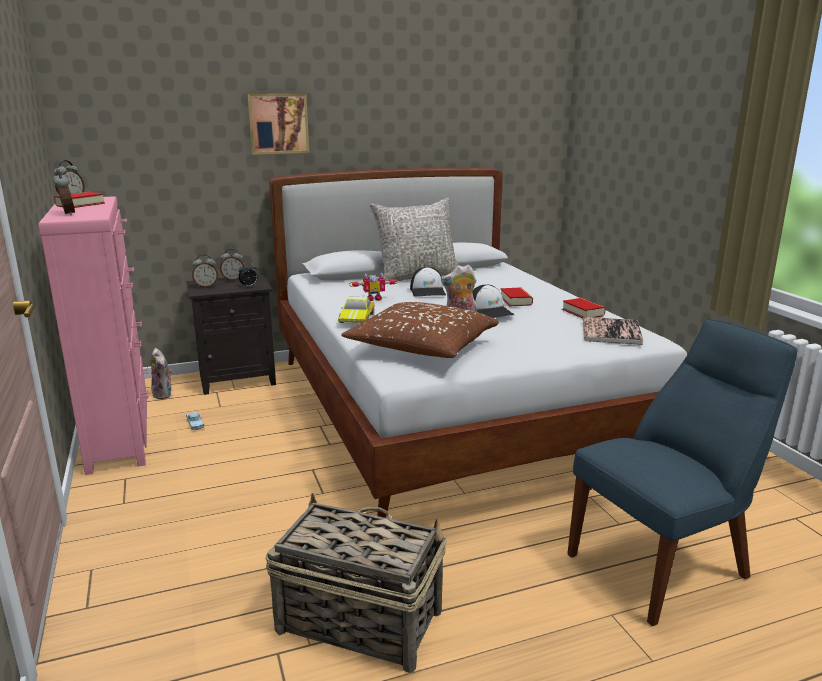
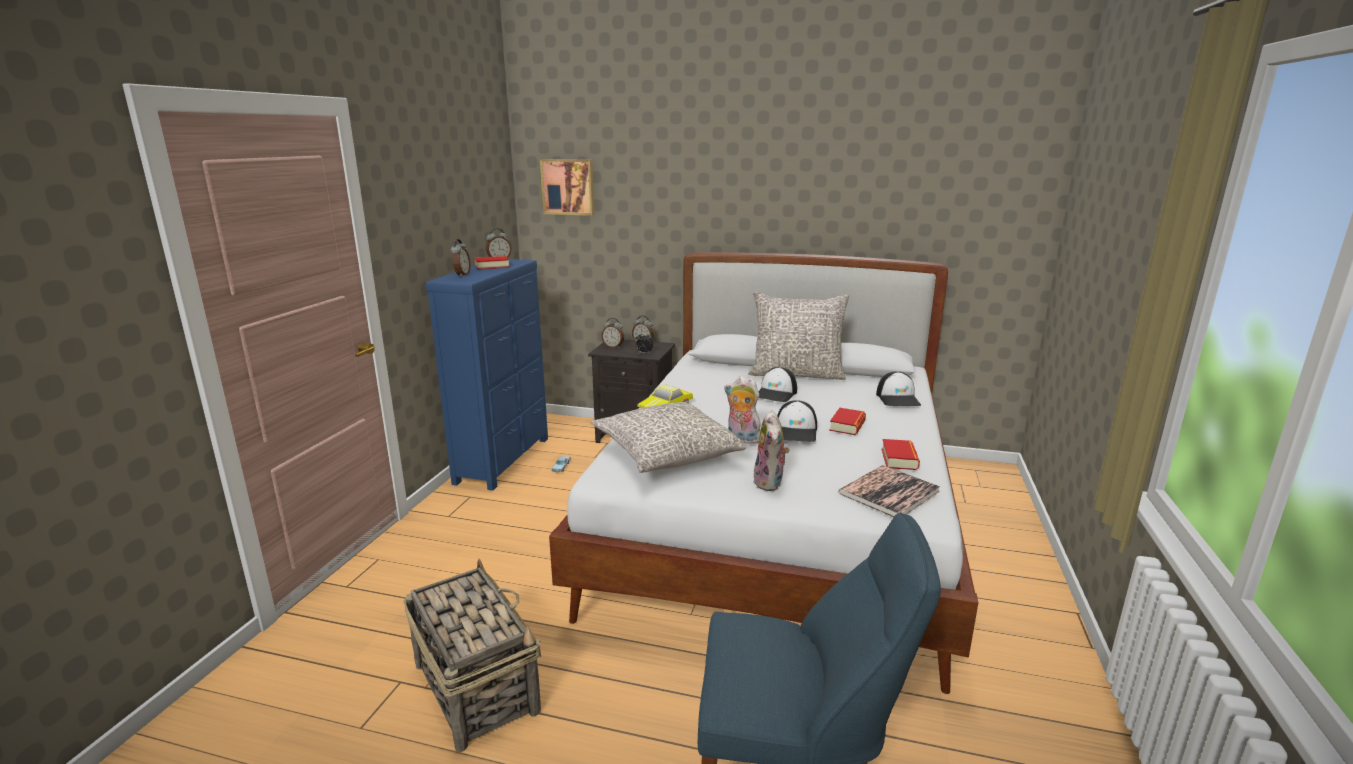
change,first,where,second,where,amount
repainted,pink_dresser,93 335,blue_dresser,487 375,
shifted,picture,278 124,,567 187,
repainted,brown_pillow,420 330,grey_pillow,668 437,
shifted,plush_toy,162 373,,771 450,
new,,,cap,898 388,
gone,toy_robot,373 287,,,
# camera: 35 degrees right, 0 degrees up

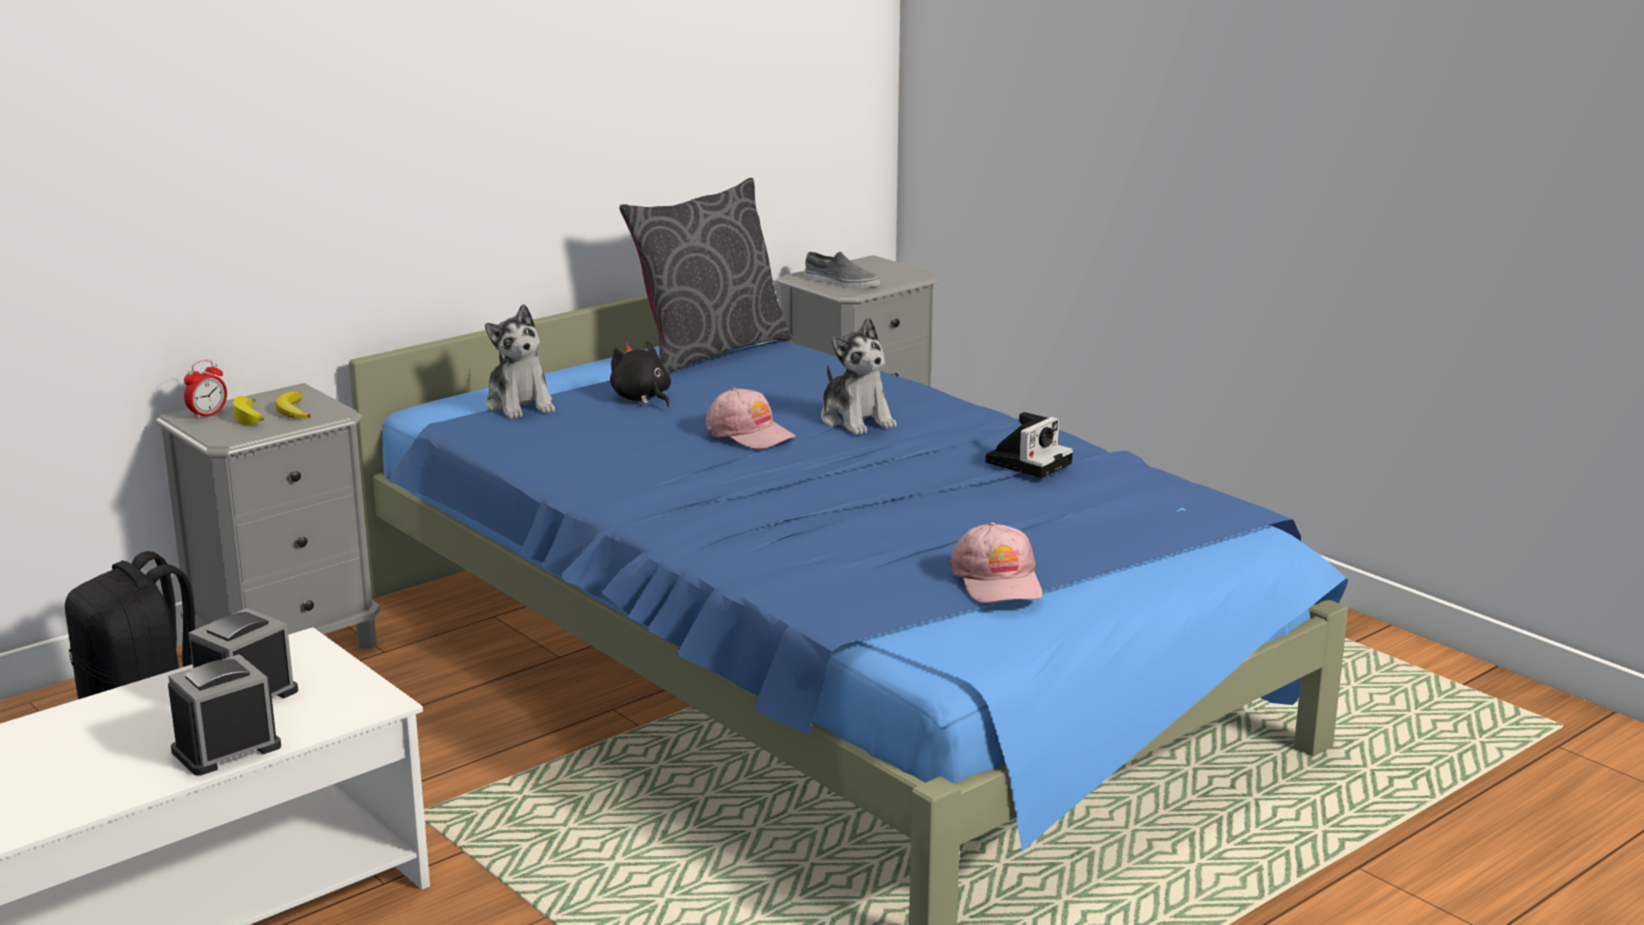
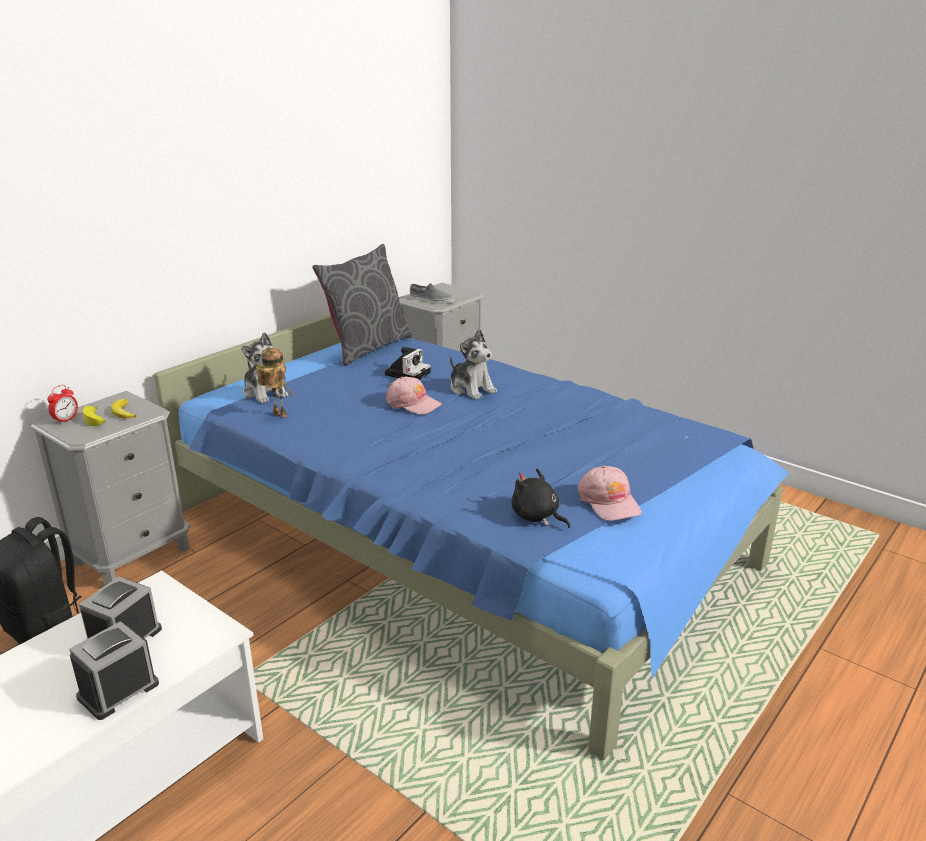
change,first,where,second,where,amount
new,,,toy_robot,275 383,
shifted,photo_camera,1029 445,,408 363,
shifted,black_plush_toy,640 373,,541 498,
# camera: 10 degrees left, 5 degrees up

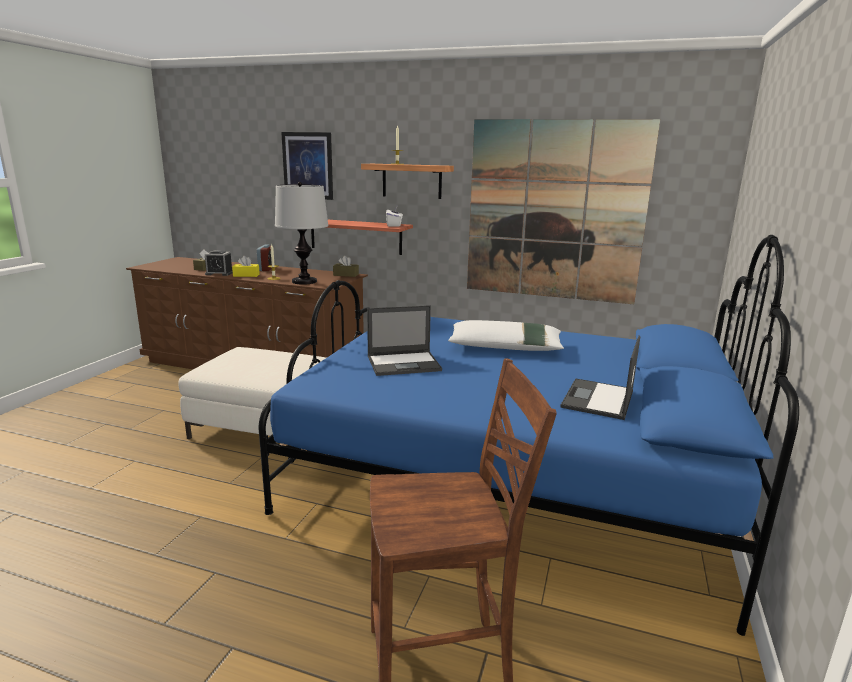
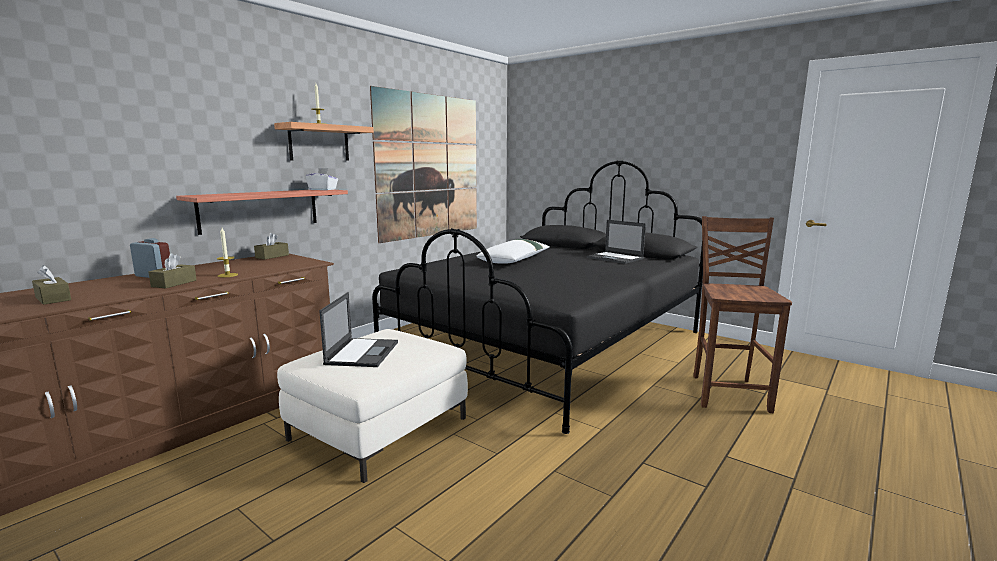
change,first,where,second,where,amount
repainted,yellow_tissue_box,246 266,brown_tissue_box,173 270,
shifted,laptop,404 340,,358 329,
repainted,blue_bed,529 435,black_bed,537 297,
gone,alarm_clock,219 263,,,
gone,table_lamp,301 233,,,
gone,picture,307 166,,,
# camera: 70 degrees left, 5 degrees down

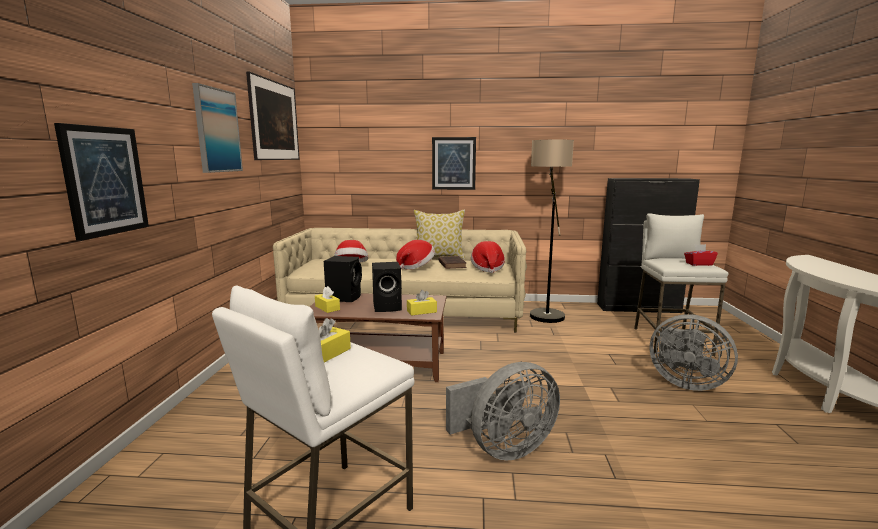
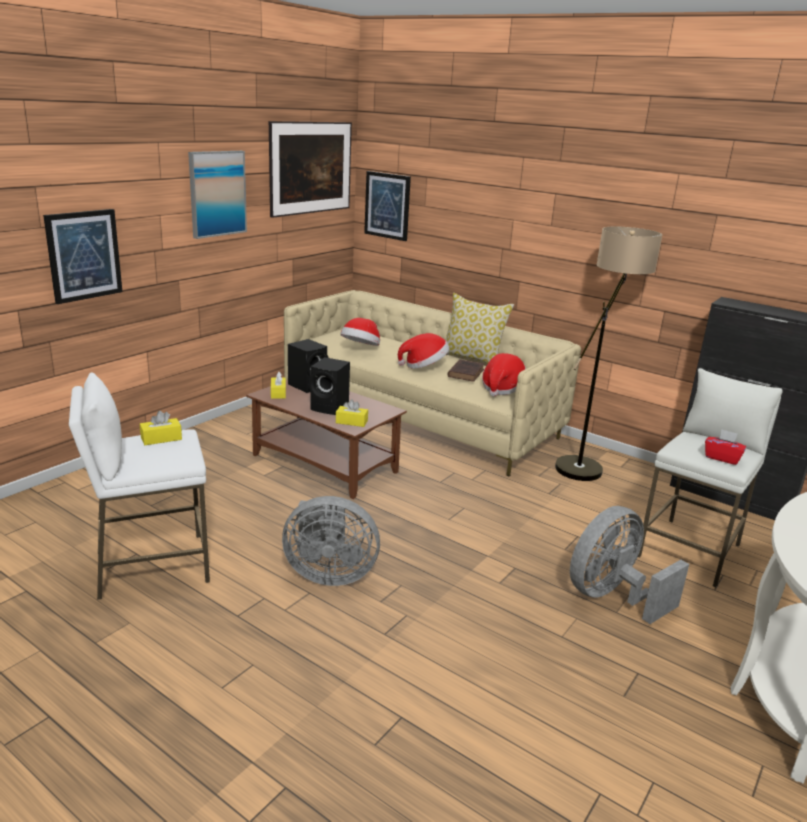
change,first,where,second,where,amount
shifted,picture,454 163,,387 206,
rotated,grey_fan,694 352,,629 565,75 degrees clockwise
# camera: 30 degrees right, 10 degrees up

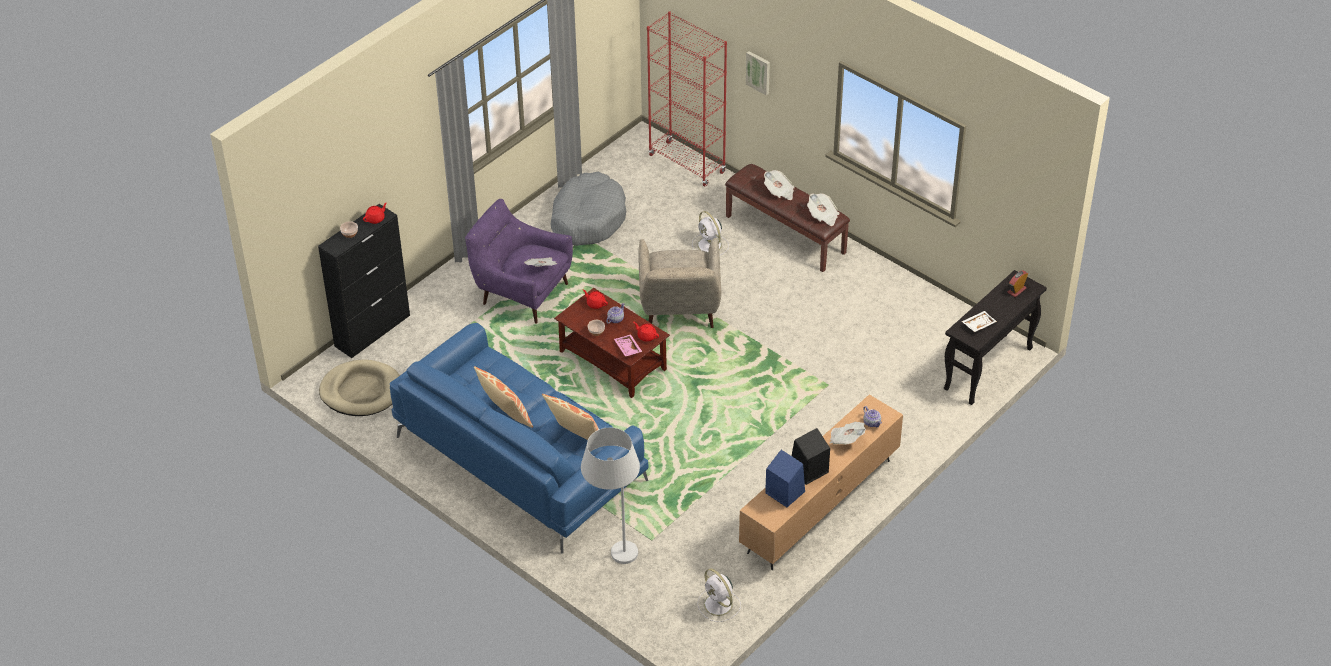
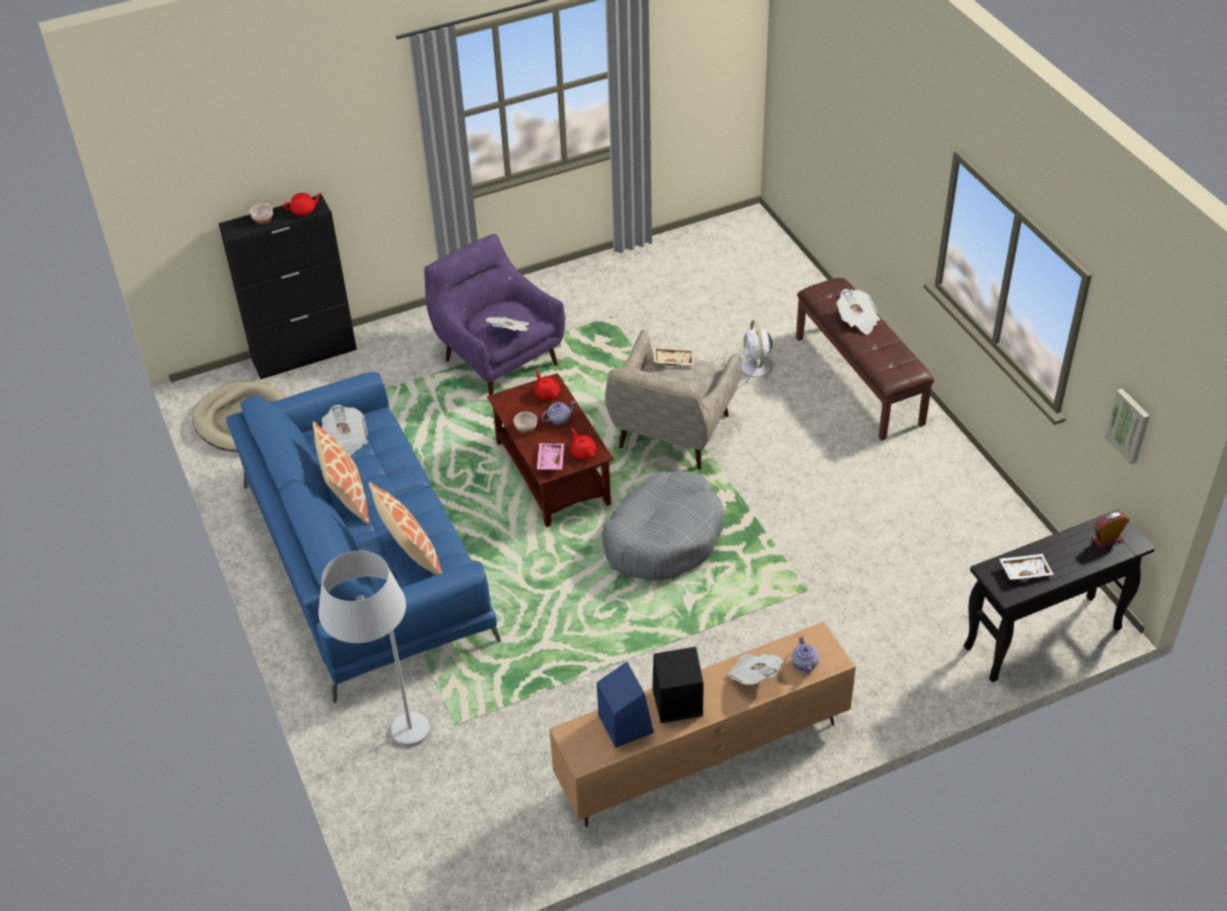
change,first,where,second,where,amount
shifted,newspaper,823 209,,345 430,
shifted,grey_dog_bed,588 209,,663 525,
new,,,beige_tray,673 356,
shifted,picture,758 73,,1127 426,
gone,red_bookcase,687 99,,,
gone,white_fan,719 595,,,
# camera: 25 degrees right, 0 degrees up

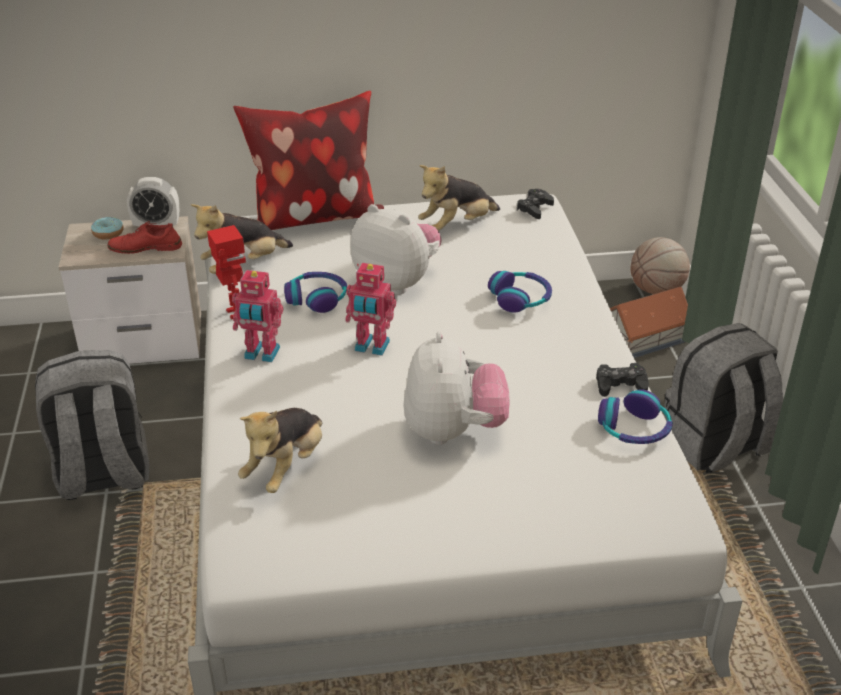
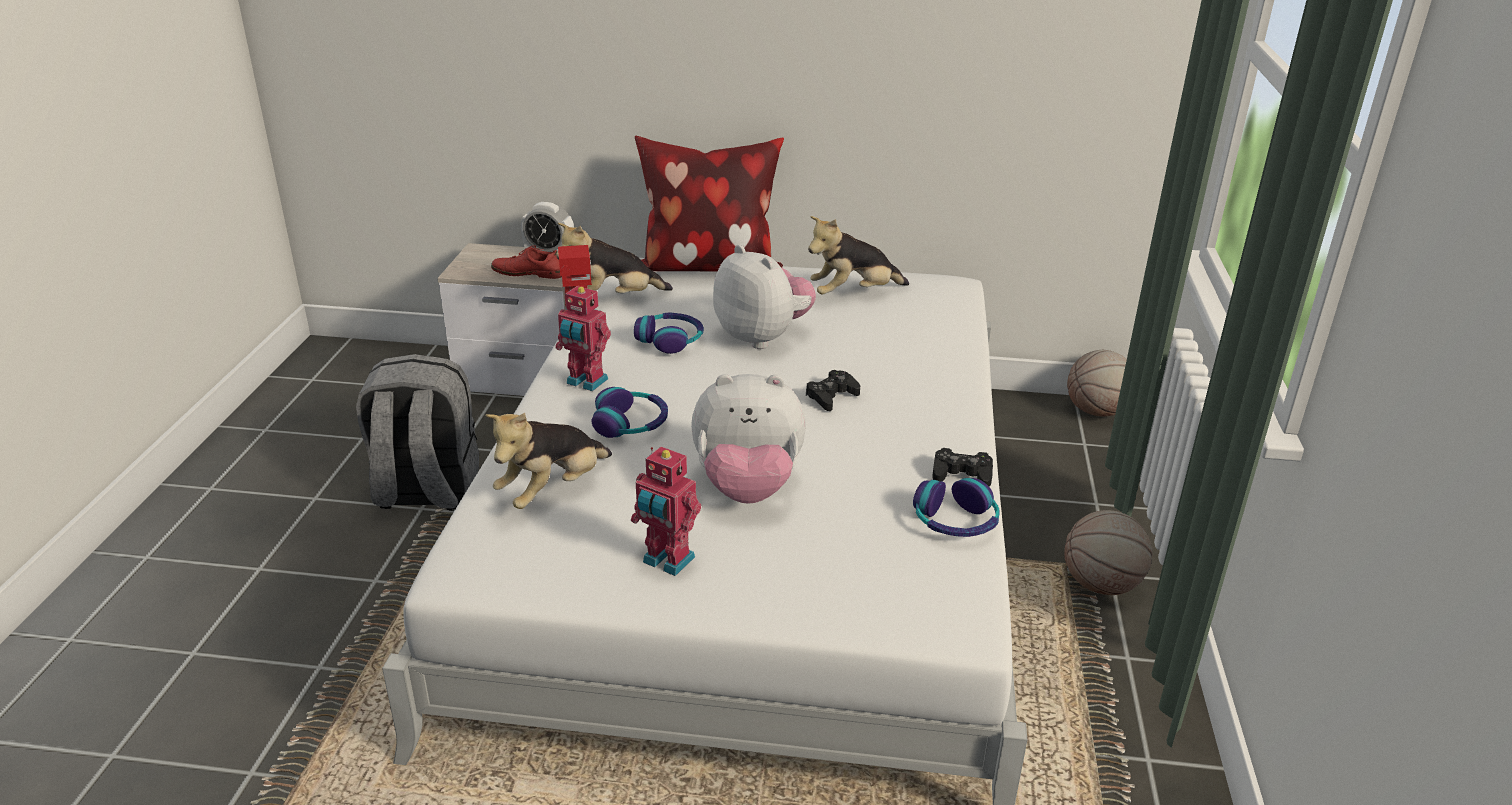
change,first,where,second,where,amount
shifted,headphones,520 292,,629 412,
shifted,toy_robot,370 309,,666 511,
rotated,plush_toy,456 388,,748 439,75 degrees clockwise
shifted,black_game_controller,535 204,,833 390,
swapped,grey_backpack,723 398,basketball,1108 552,
gone,donut,107 228,,,
gone,toy_house,649 322,,,
# camera: 15 degrees right, 5 degrees down

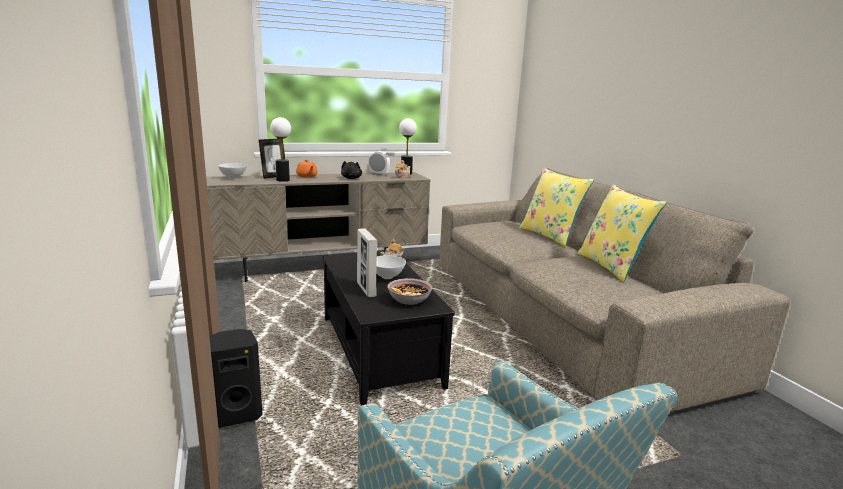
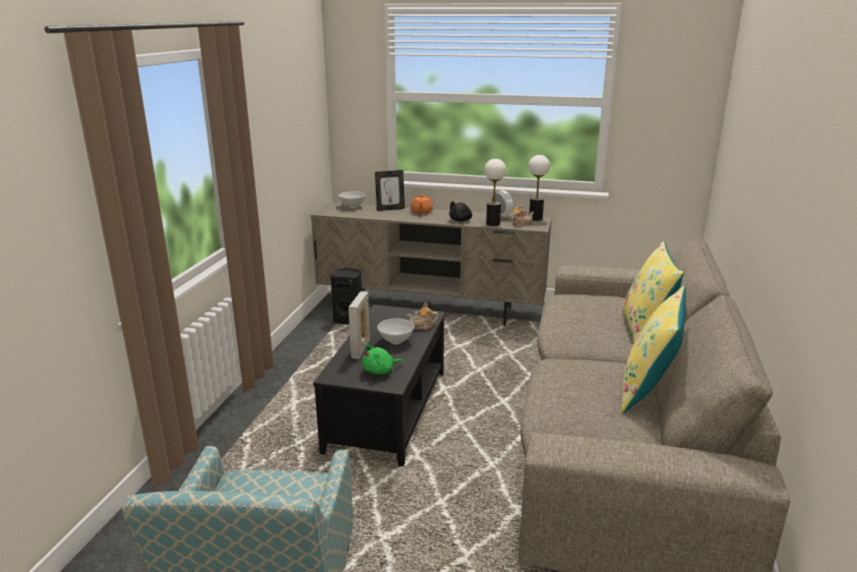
change,first,where,second,where,amount
shifted,black_speaker,236 378,,346 296,
swapped,bowl,409 291,green_plush_toy,382 359,
shifted,table_lamp,280 149,,495 192,
# camera: 35 degrees right, 5 degrees up

